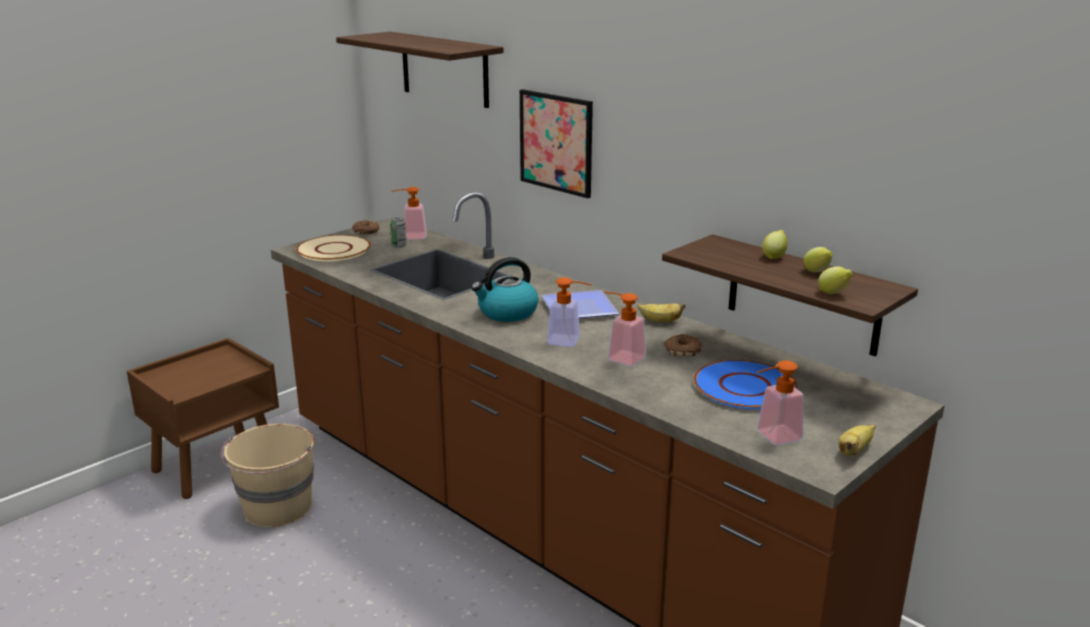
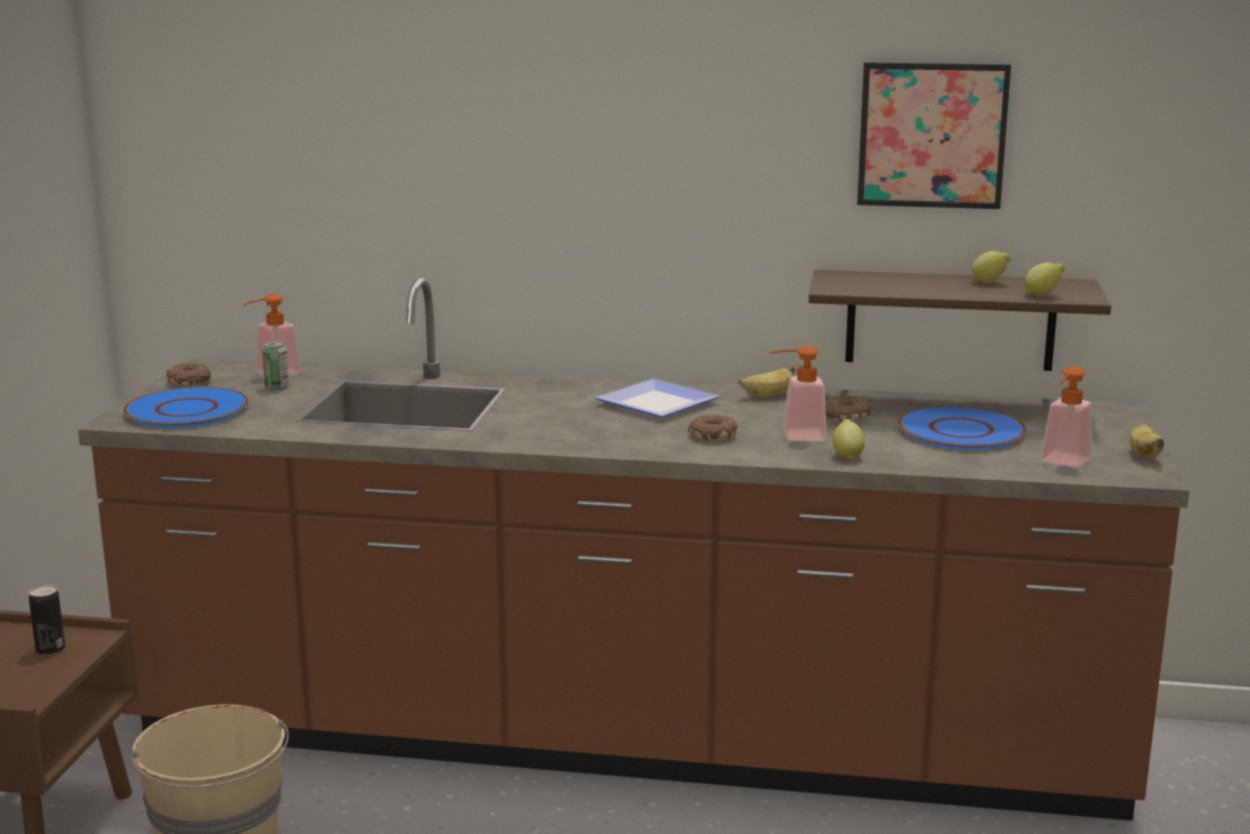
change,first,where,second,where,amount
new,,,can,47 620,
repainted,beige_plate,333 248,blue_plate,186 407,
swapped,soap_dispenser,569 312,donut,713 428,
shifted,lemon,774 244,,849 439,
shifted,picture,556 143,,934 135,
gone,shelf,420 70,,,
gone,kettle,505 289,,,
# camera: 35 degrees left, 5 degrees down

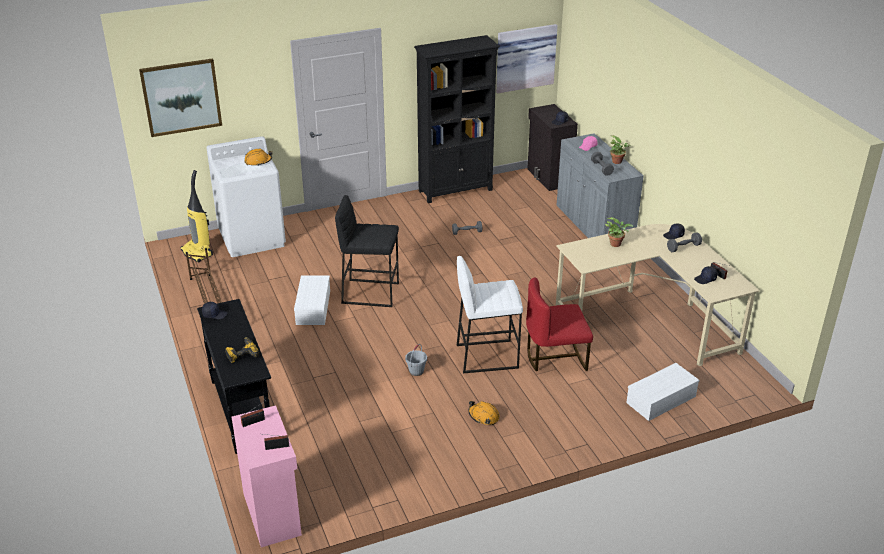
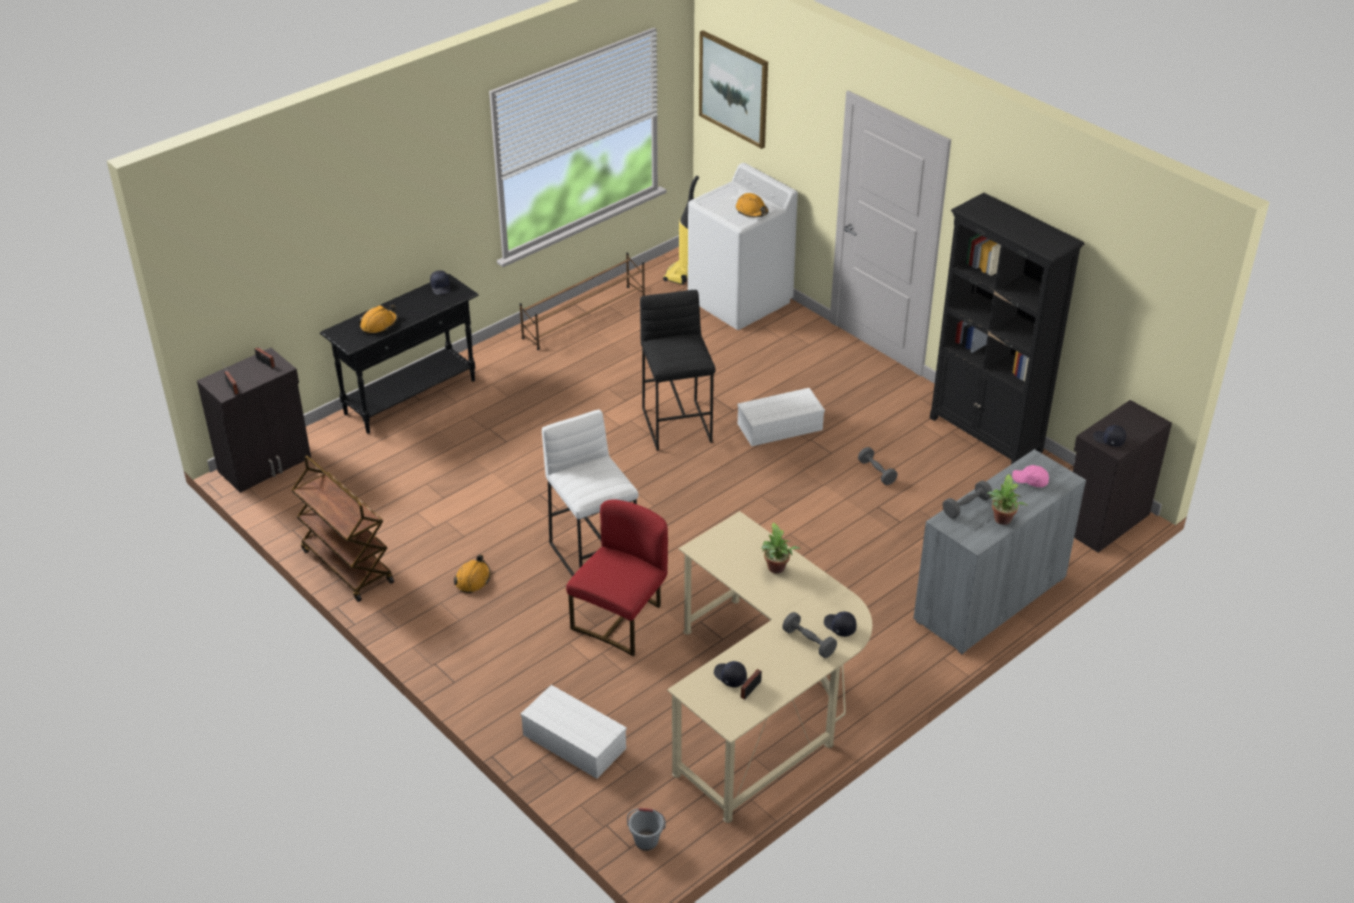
change,first,where,second,where,amount
repainted,pink_cabinet,267 476,black_cabinet,254 420,
new,,,brown_cart,343 528,
swapped,power_drill,242 350,orange_hard_hat,378 319,
rotated,red_chair,559 324,,617 578,60 degrees clockwise
shifted,grey_bucket,416 360,,646 829,
shifted,white_storage_box,312 300,,781 417,
gone,picture,527 58,,,
# camera: 70 degrees right, 5 degrees up

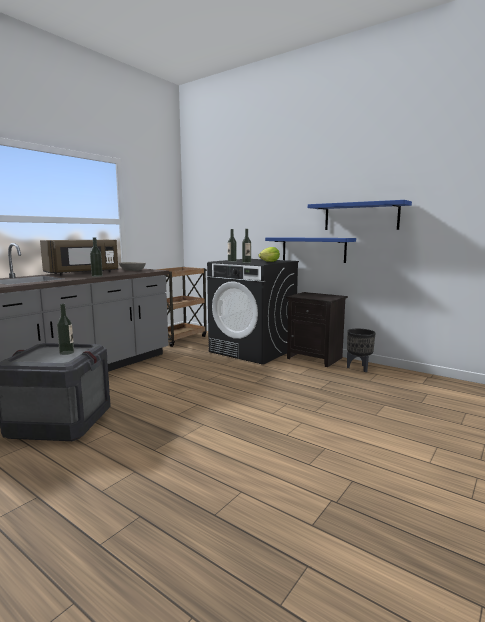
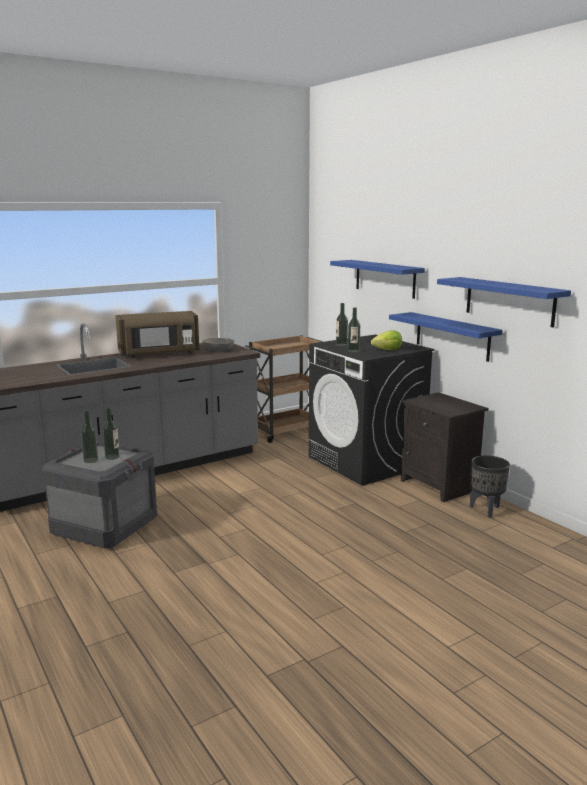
change,first,where,second,where,amount
shifted,bottle,96 257,,89 436,
new,,,blue_shelf,377 279,
# camera: 20 degrees right, 5 degrees up

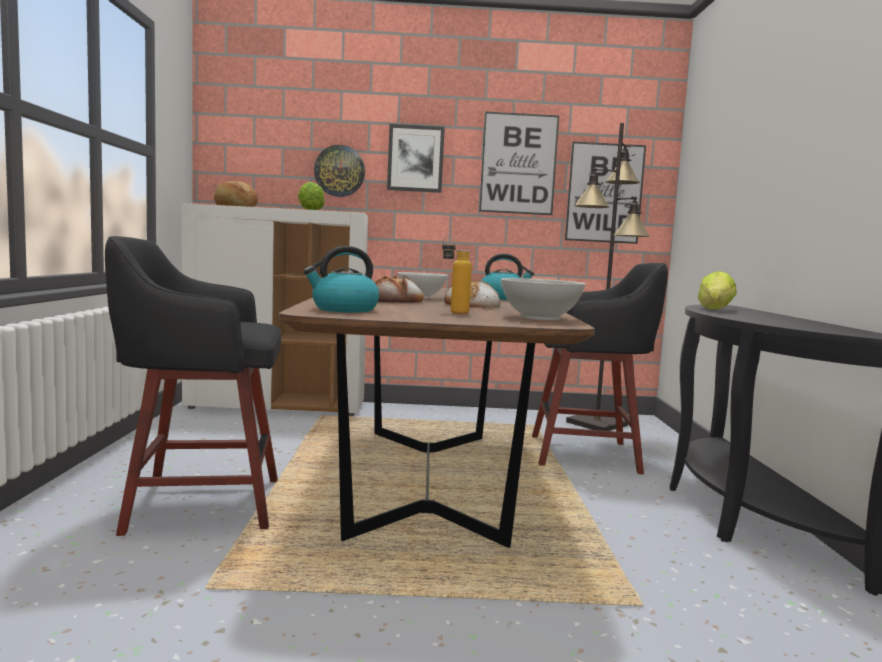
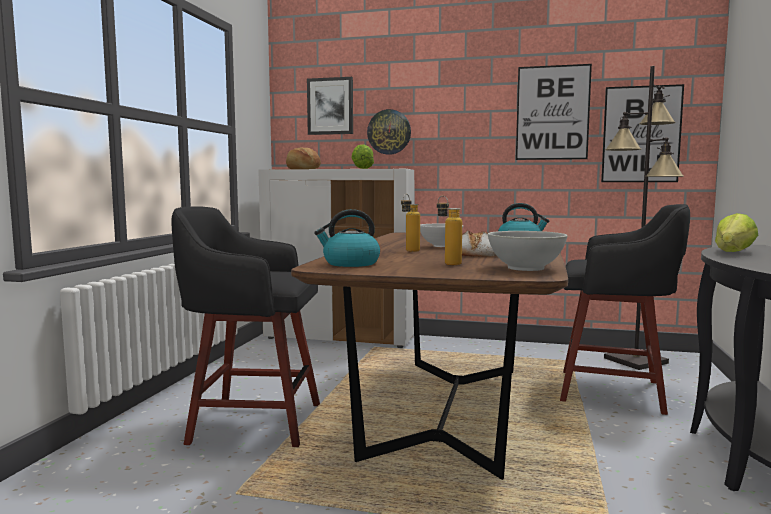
change,first,where,second,where,amount
shifted,picture,416 158,,330 106,
swapped,bread,399 289,bottle,410 223,
# camera: 15 degrees right, 0 degrees up

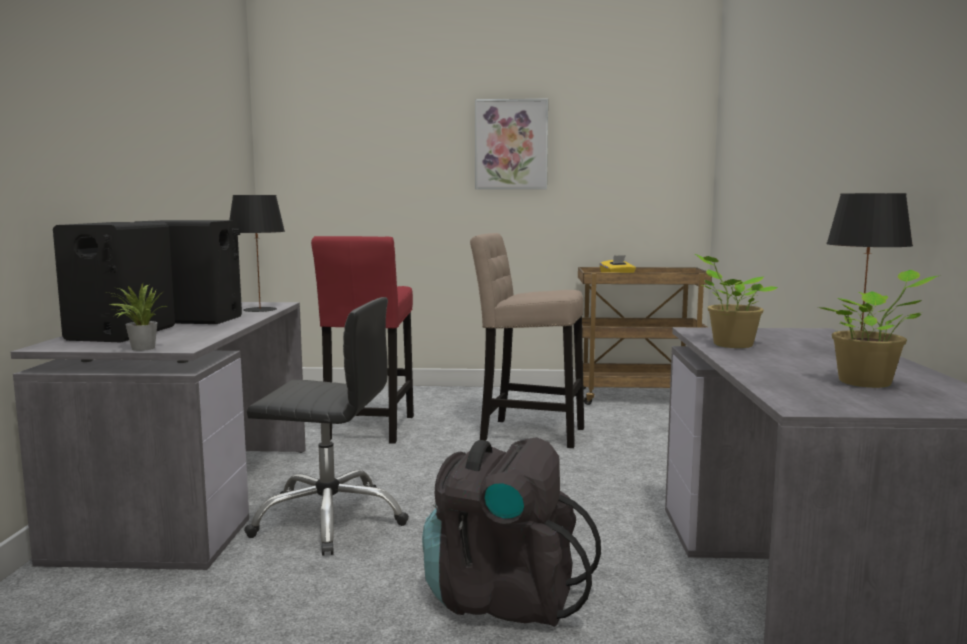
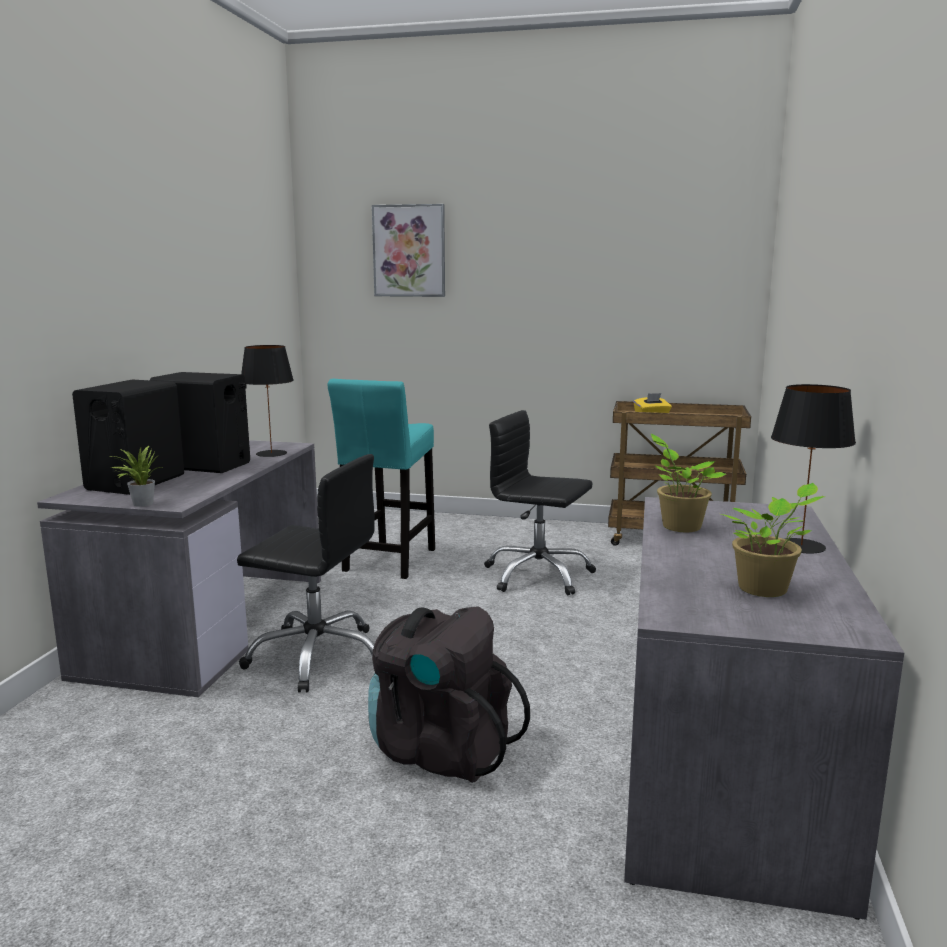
change,first,where,second,where,amount
repainted,red_stool,362 340,turquoise_stool,381 479,
shifted,picture,511 144,,408 250,
swapped,beige_stool,527 340,black_office_chair,540 502,
# camera: 10 degrees right, 5 degrees up

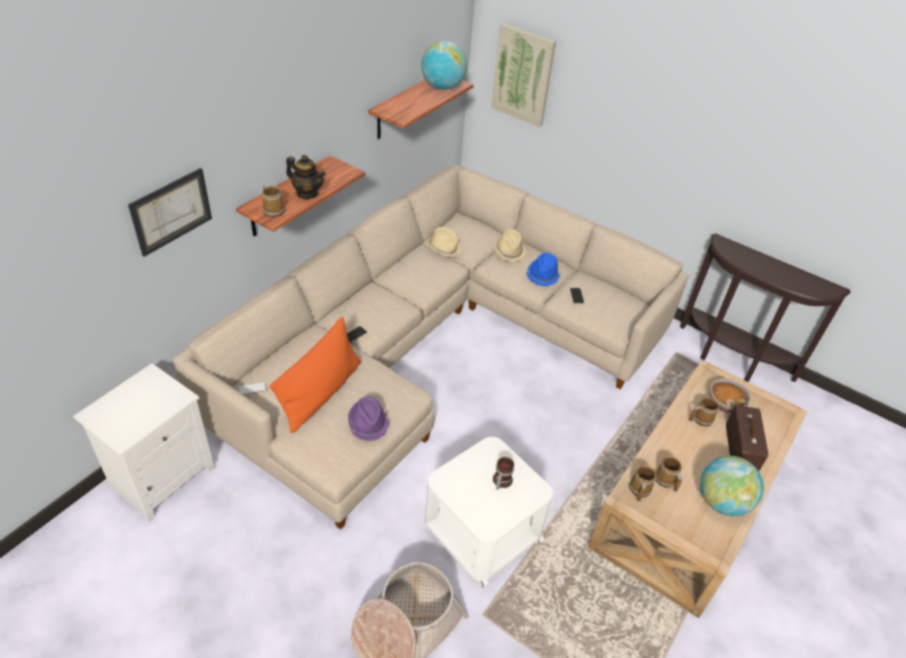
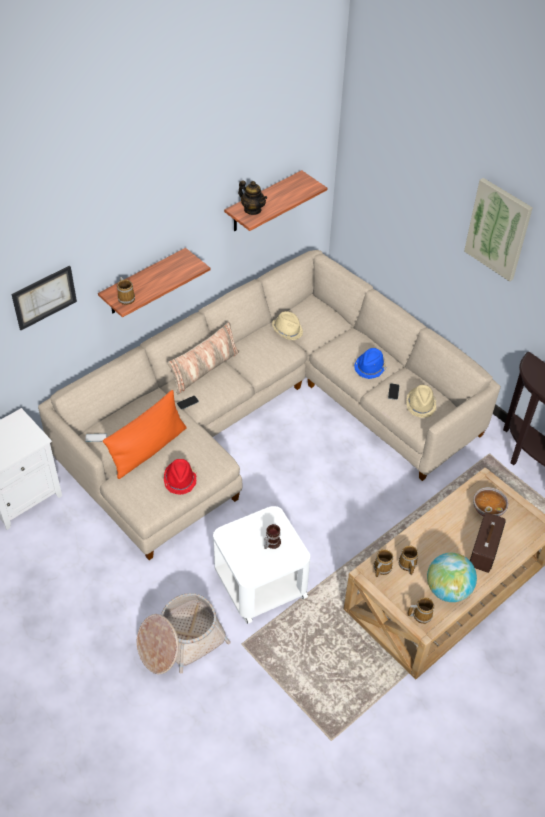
change,first,where,second,where,amount
repainted,purple_hat,368 419,red_hat,180 477,
new,,,pillow,203 358,
shifted,teapot,305 177,,252 197,
shifted,beige_hat,510 245,,421 401,
shifted,mug,704 412,,421 610,
shifted,picture,523 75,,498 230,
gone,globe,444 65,,,
# camera: 15 degrees right, 5 degrees up

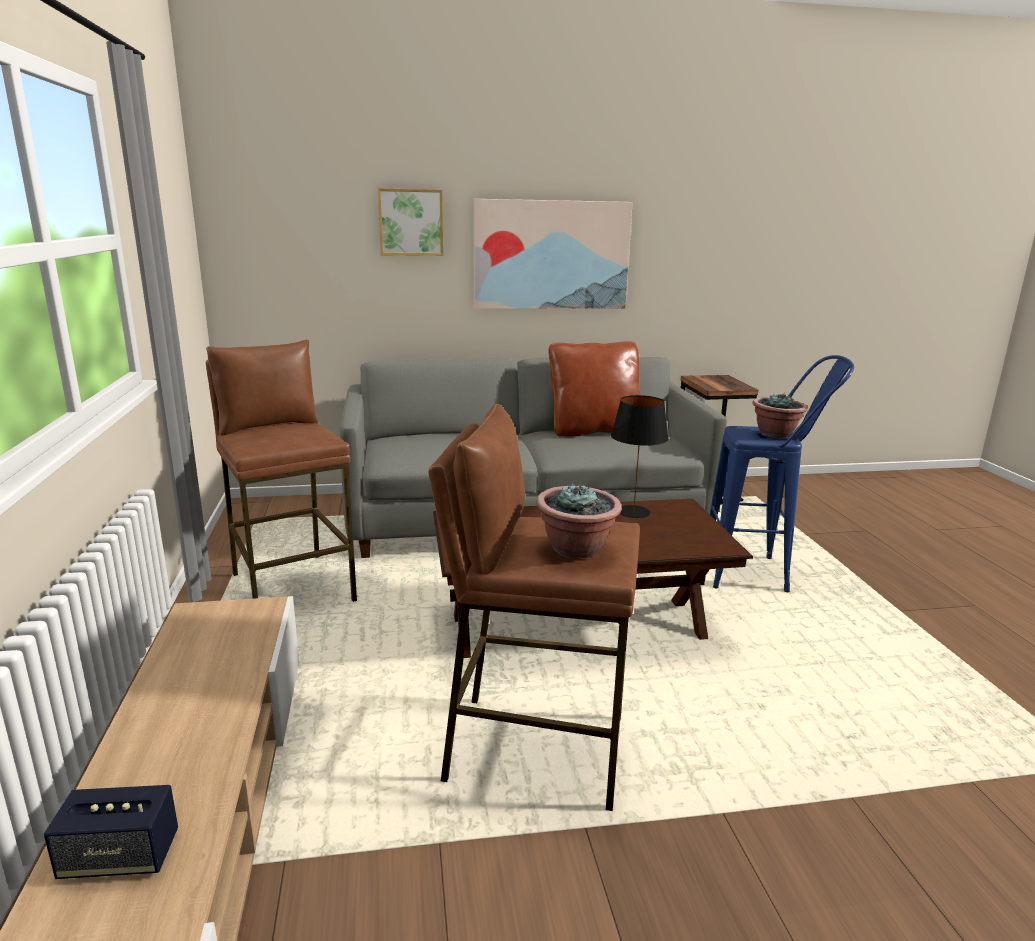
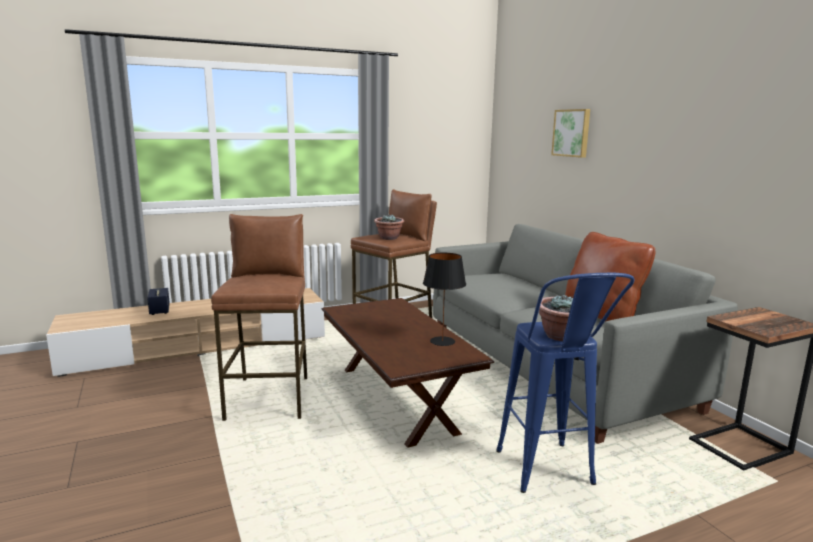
change,first,where,second,where,amount
shifted,potted_plant,579 521,,389 227,
gone,picture,553 254,,,
# camera: 75 degrees right, 5 degrees down

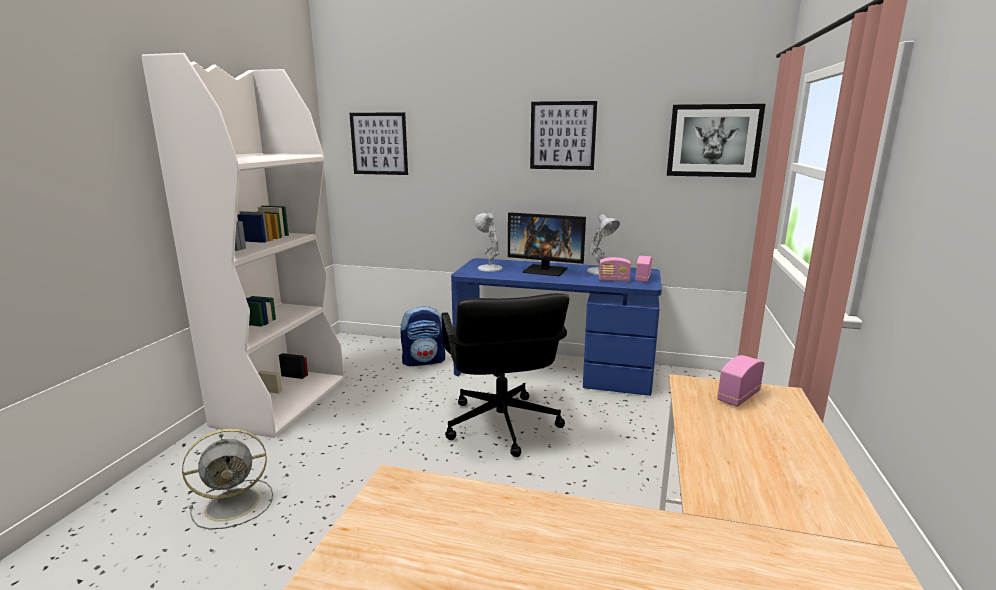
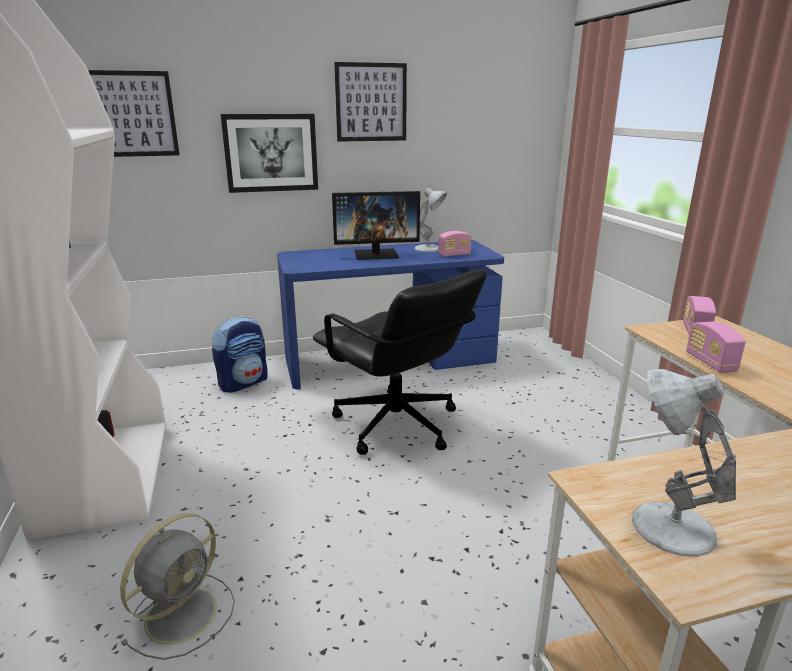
change,first,where,second,where,amount
shifted,picture,716 140,,269 153,
shifted,white_table_lamp,488 242,,684 463,
shifted,radio,643 269,,716 347,
# camera: 30 degrees left, 5 degrees up

